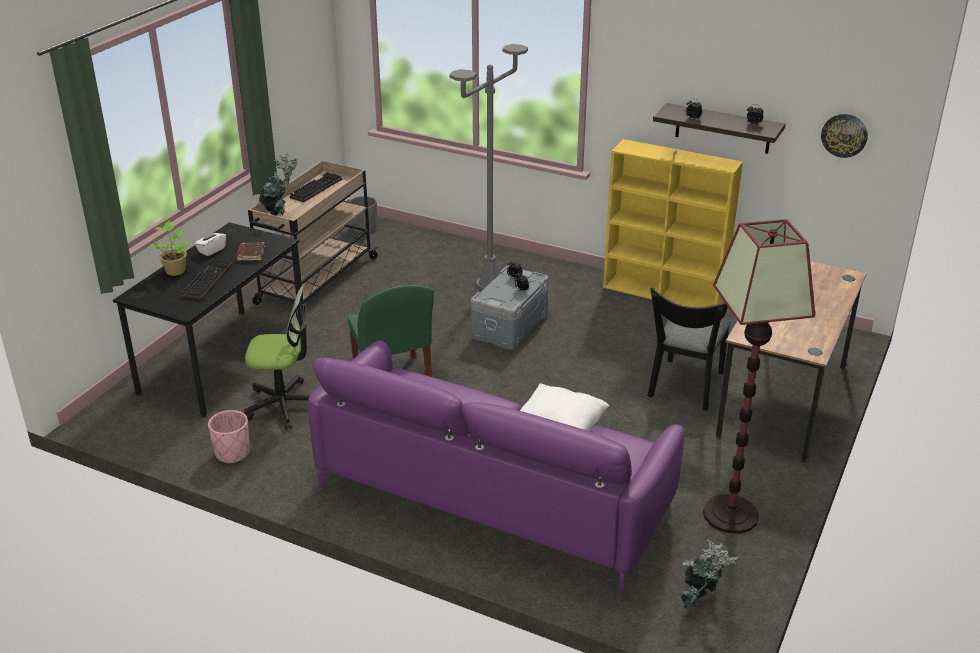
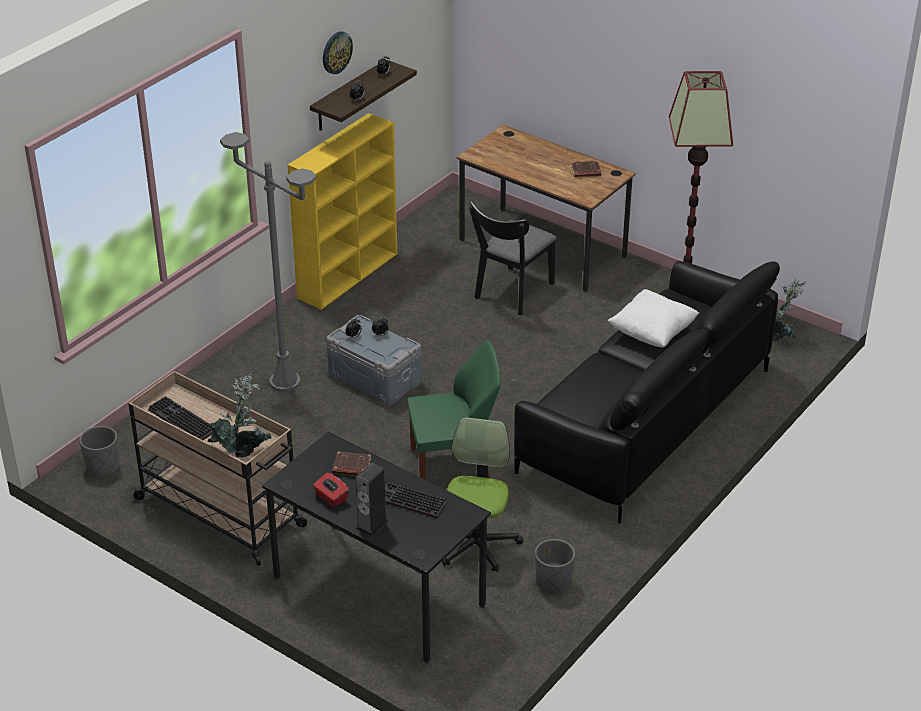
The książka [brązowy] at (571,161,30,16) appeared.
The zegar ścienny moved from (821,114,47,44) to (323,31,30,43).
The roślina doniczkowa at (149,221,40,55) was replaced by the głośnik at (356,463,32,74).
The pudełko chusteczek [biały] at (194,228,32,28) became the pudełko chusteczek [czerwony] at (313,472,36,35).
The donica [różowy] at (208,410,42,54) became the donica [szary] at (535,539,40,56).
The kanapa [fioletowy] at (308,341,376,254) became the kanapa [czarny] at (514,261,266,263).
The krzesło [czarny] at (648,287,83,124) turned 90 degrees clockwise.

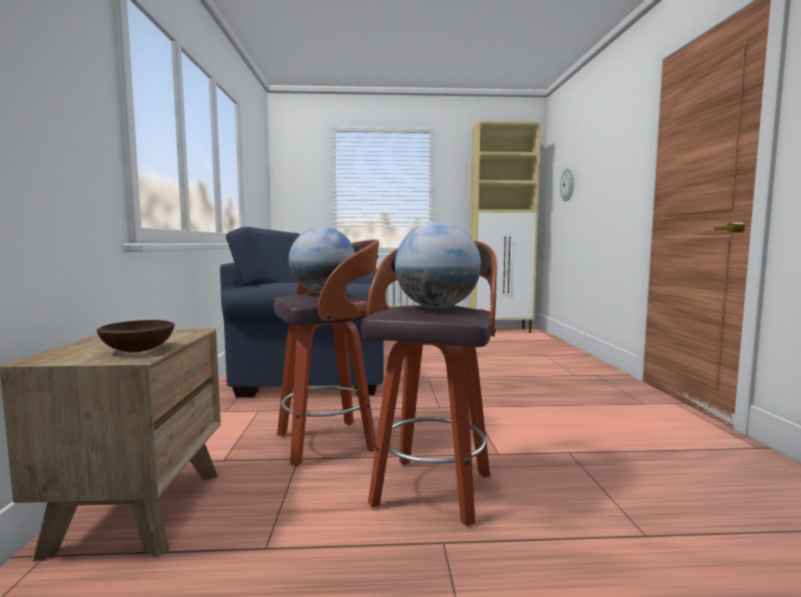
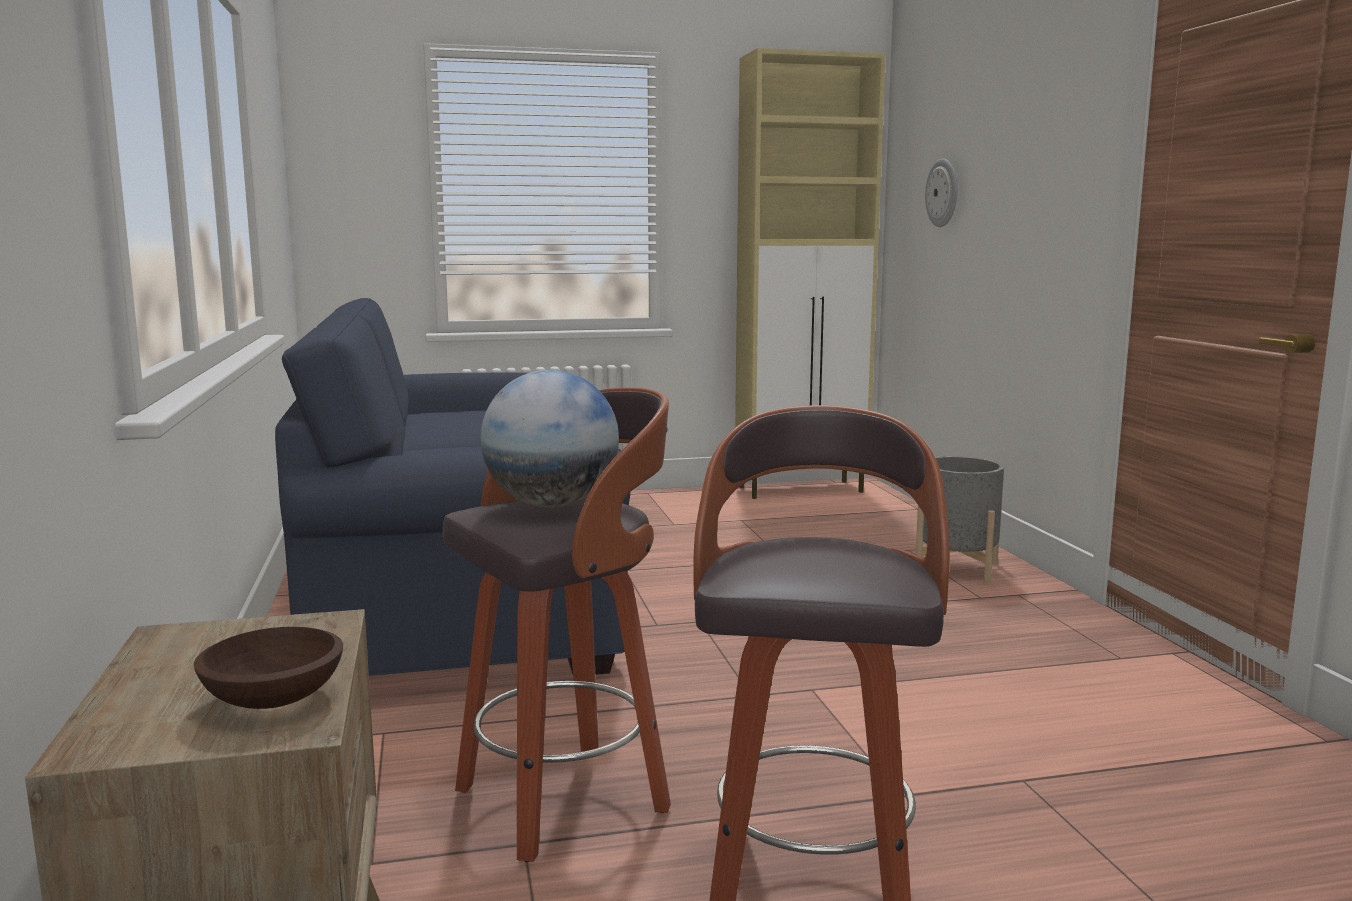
The globus at (395,222,86,86) disappeared.
The donica [szary] at (915,456,89,128) appeared.

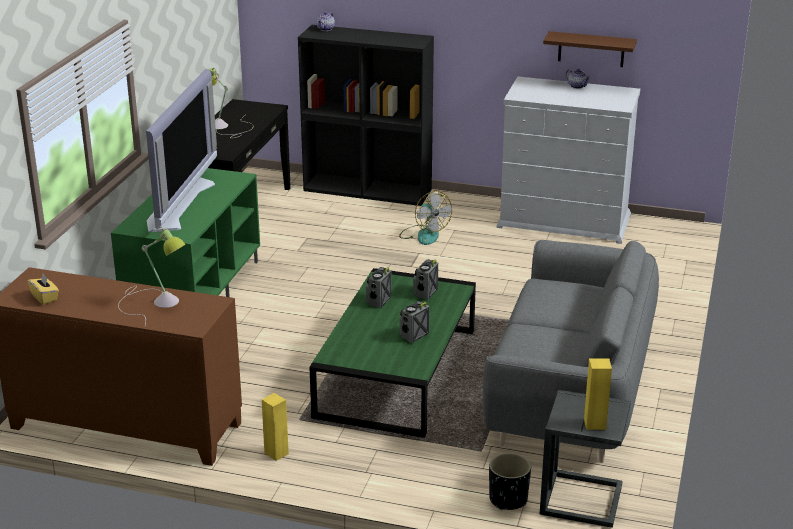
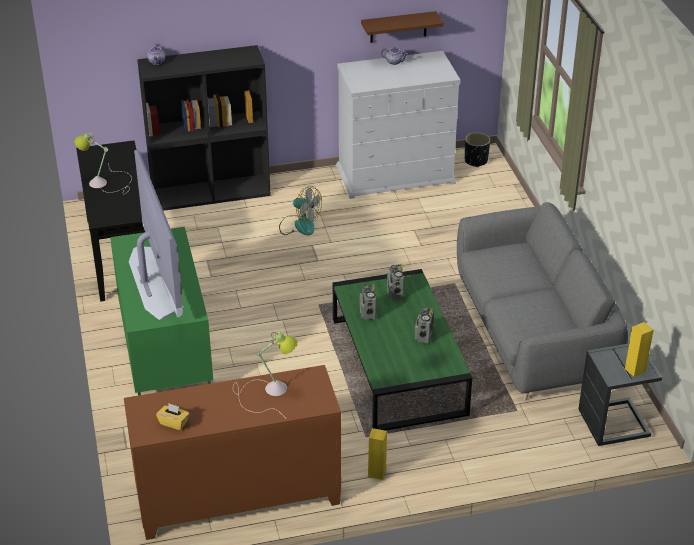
The donica [czarny] moved from (489,453,42,57) to (465,133,25,34).

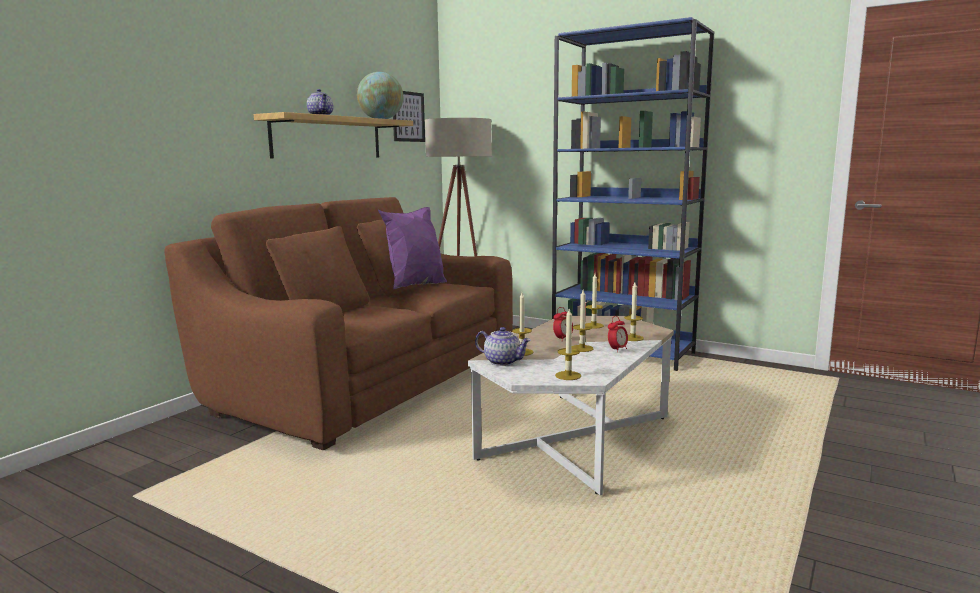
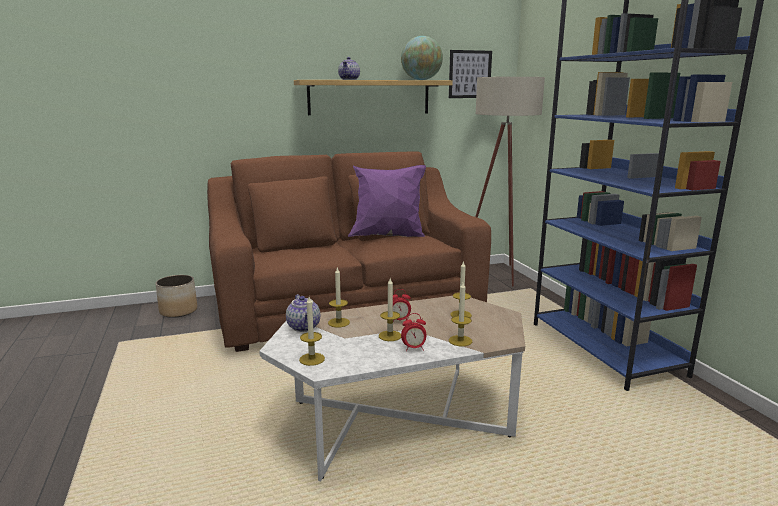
The donica at (155,275,42,43) appeared.

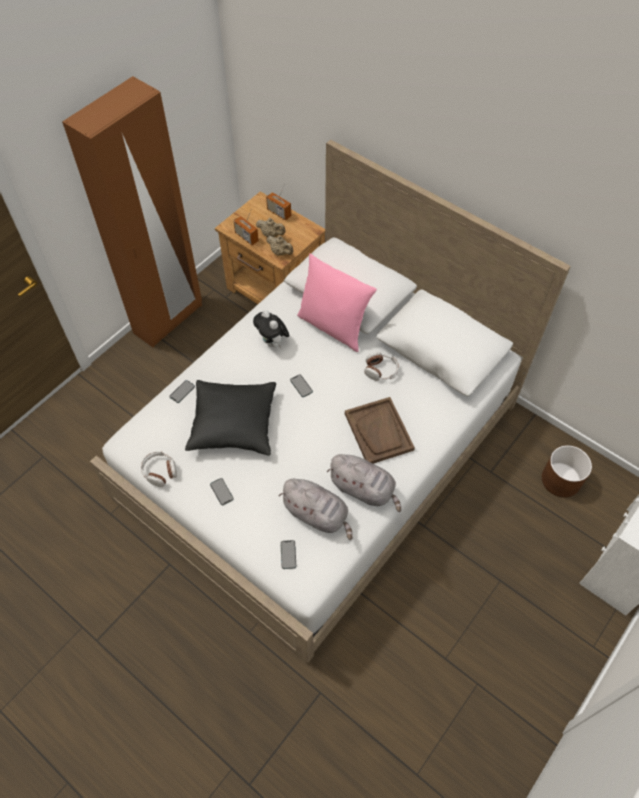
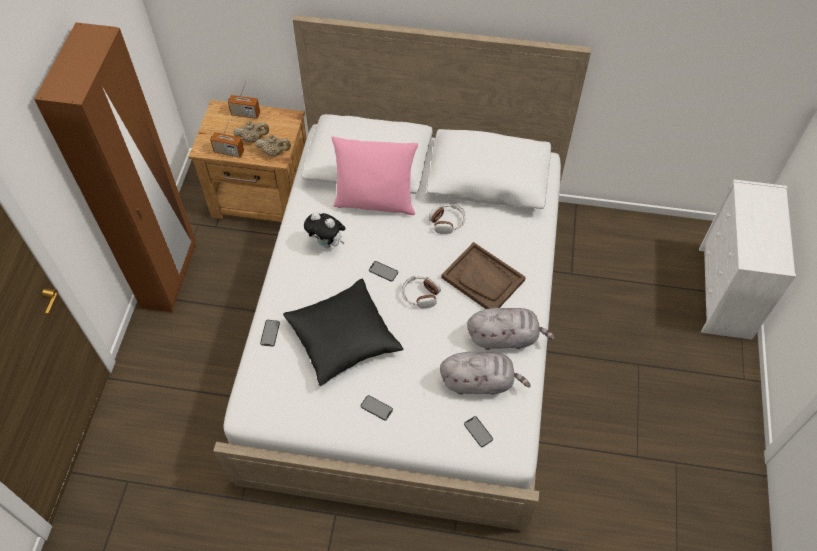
The donica [brązowy] at (542,445,50,52) disappeared.
The słuchawki moved from (141,451,36,36) to (402,276,39,32).

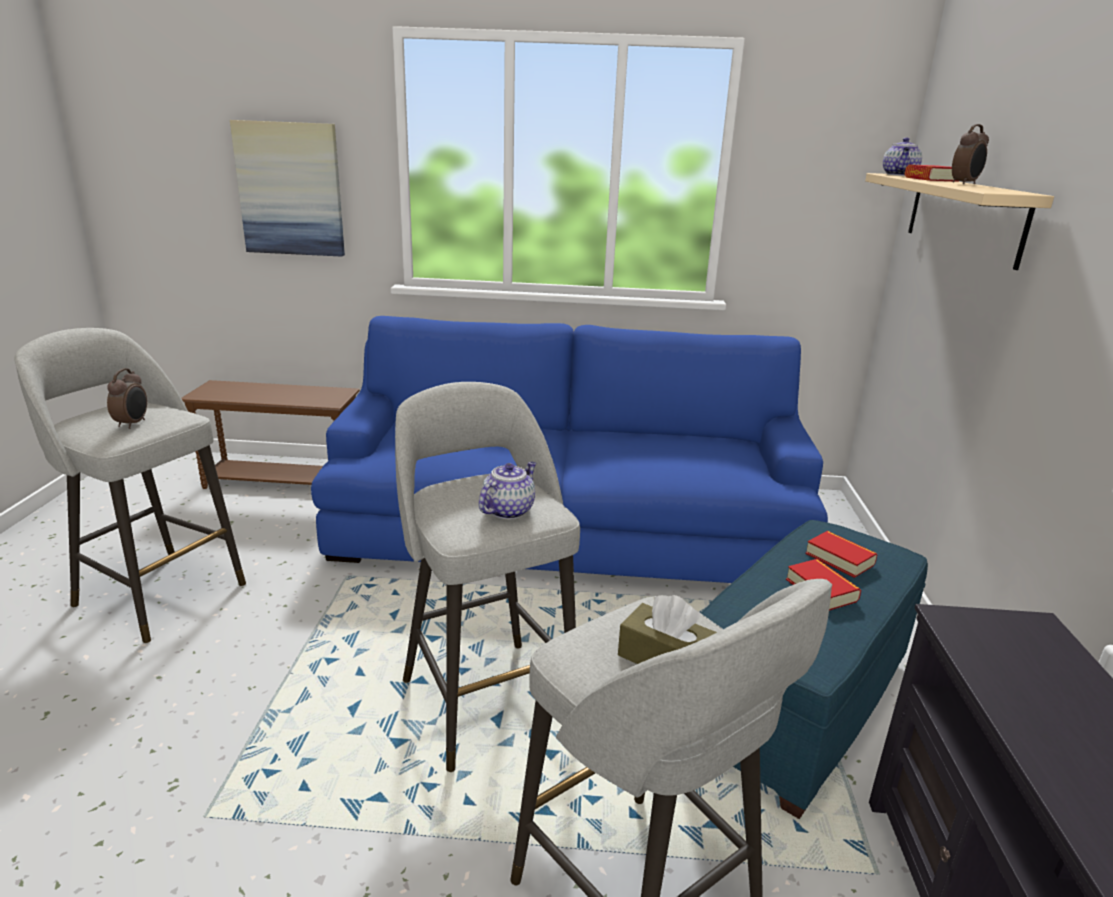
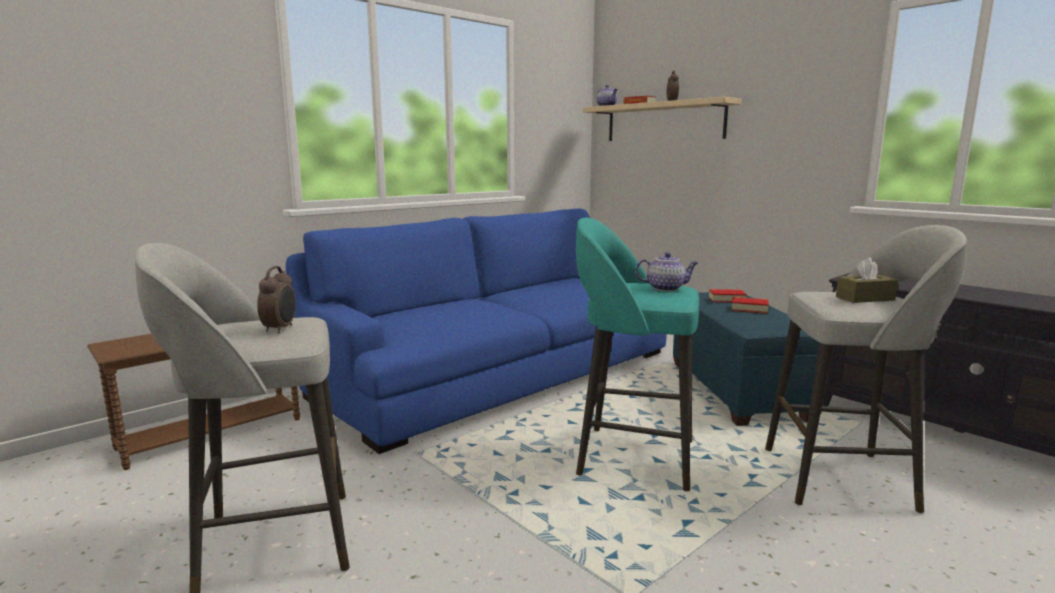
The obraz at (230,120,115,137) disappeared.
The stołek [szary] at (395,382,185,390) became the stołek [turkusowy] at (576,218,123,273).
The budzik at (107,368,40,61) turned 45 degrees clockwise.
The imbryk at (479,462,57,57) turned 105 degrees clockwise.

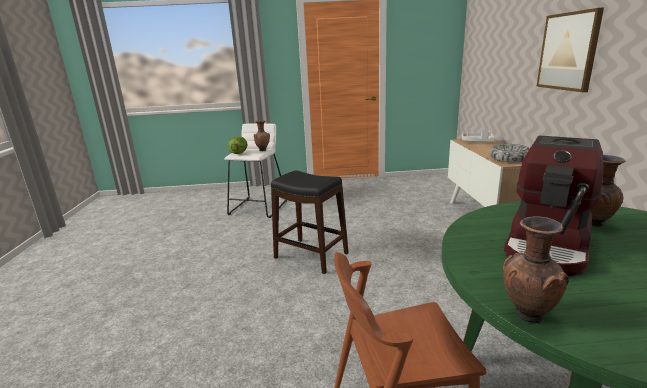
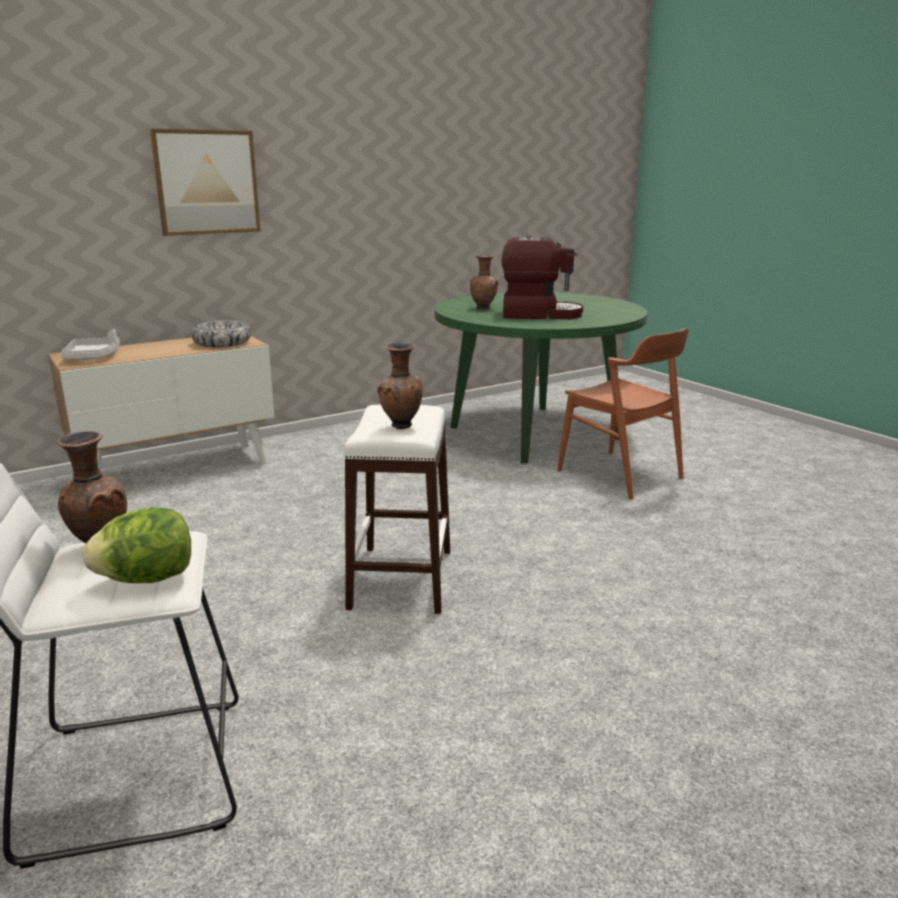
The wazon [brązowy] moved from (503,216,66,107) to (377,342,45,87).
The stołek [czarny] at (271,170,78,104) became the stołek [biały] at (344,404,106,210).

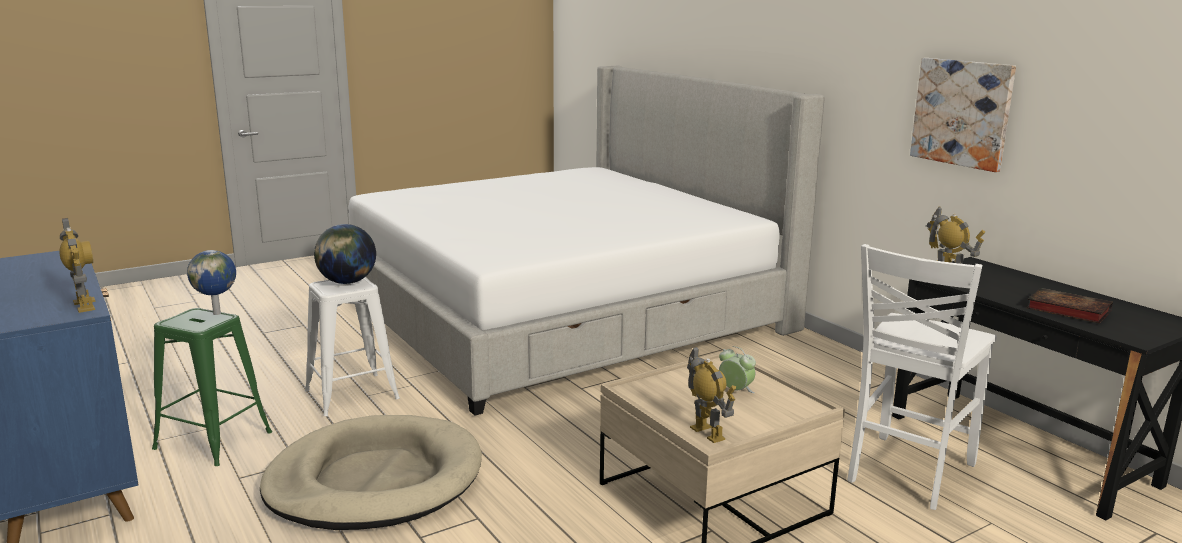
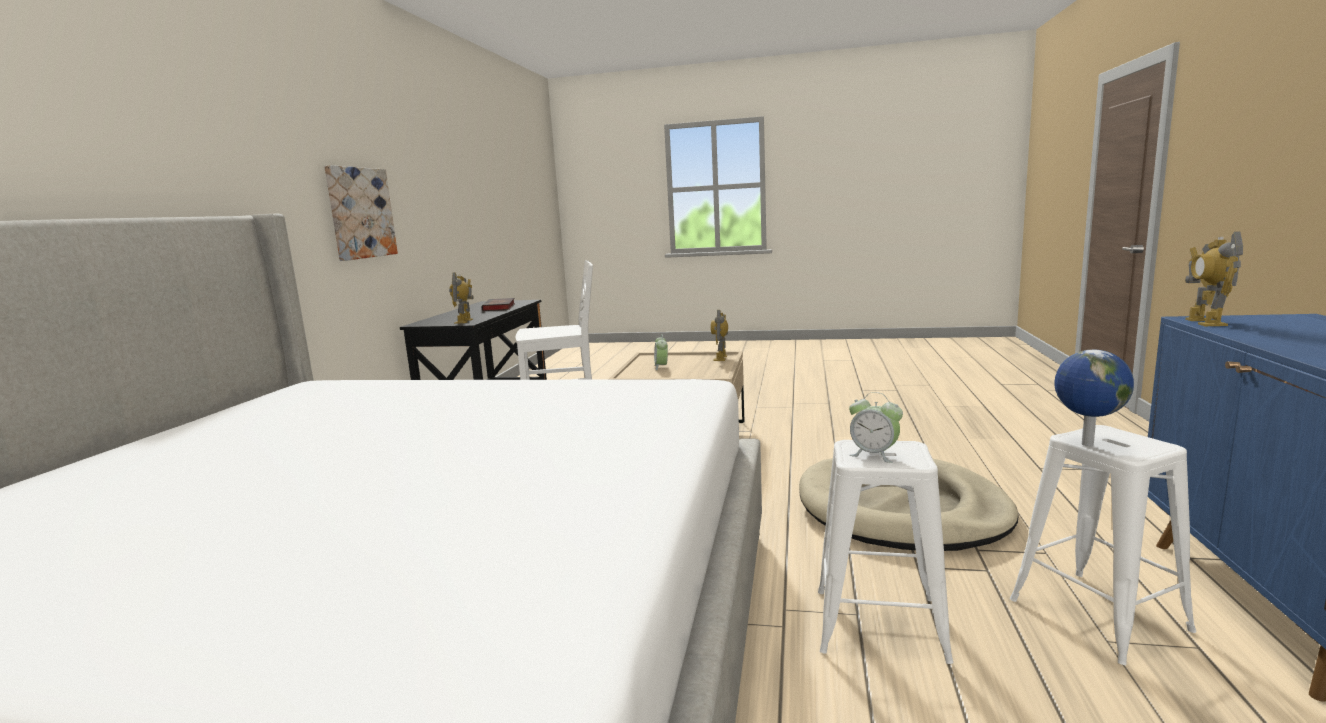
The globus at (314,224,62,60) was replaced by the budzik at (849,392,54,71).
The stołek [zielony] at (152,308,120,158) became the stołek [biały] at (1010,425,186,240).

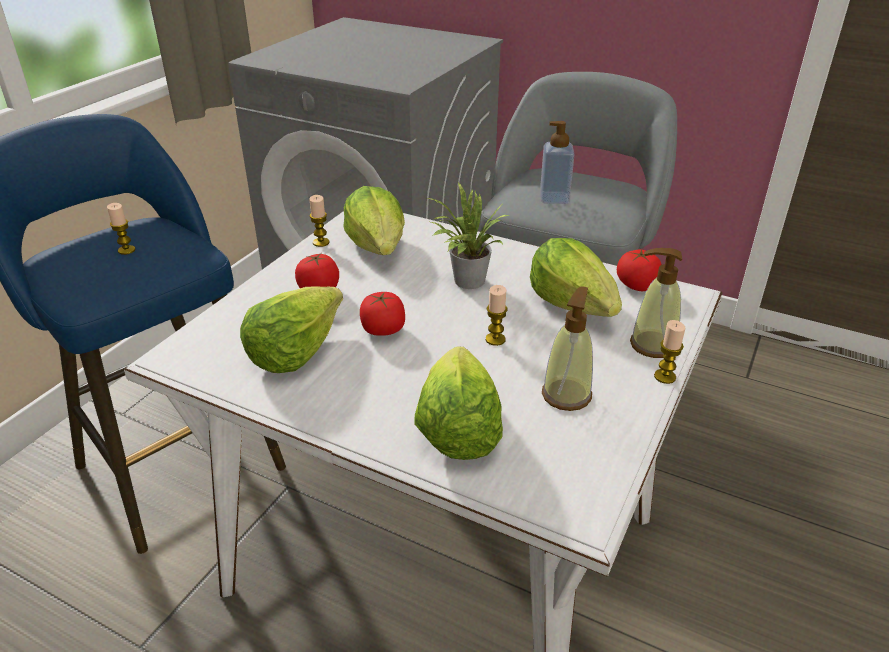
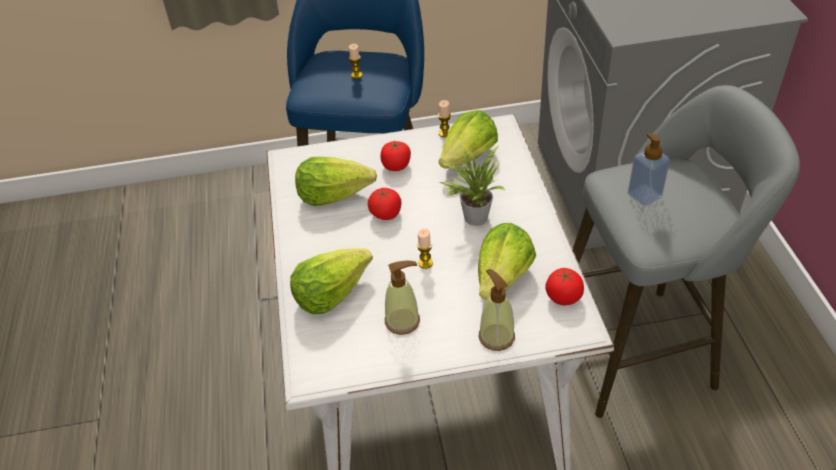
The świeca at (654,320,31,64) disappeared.

